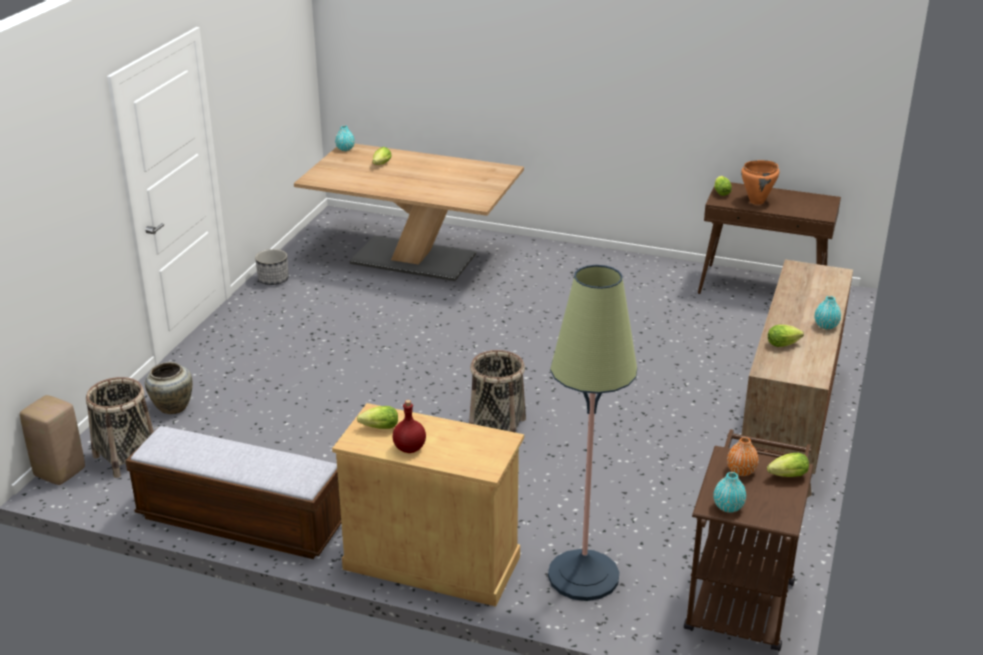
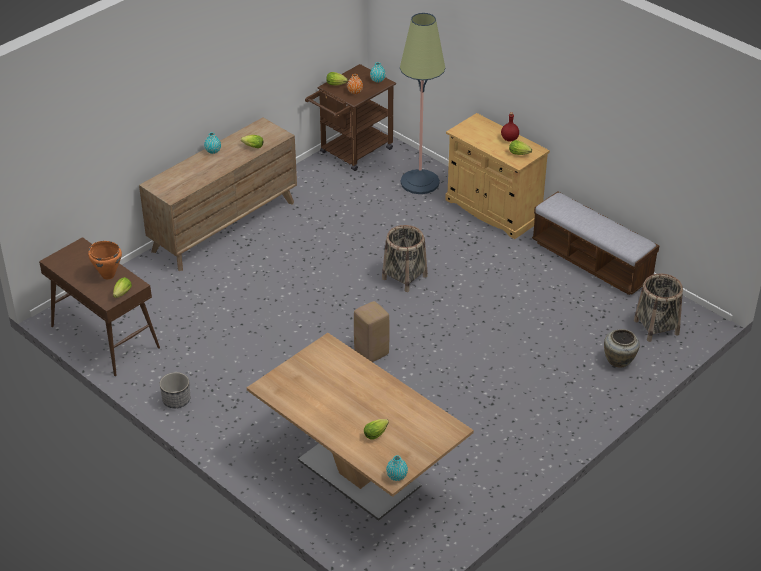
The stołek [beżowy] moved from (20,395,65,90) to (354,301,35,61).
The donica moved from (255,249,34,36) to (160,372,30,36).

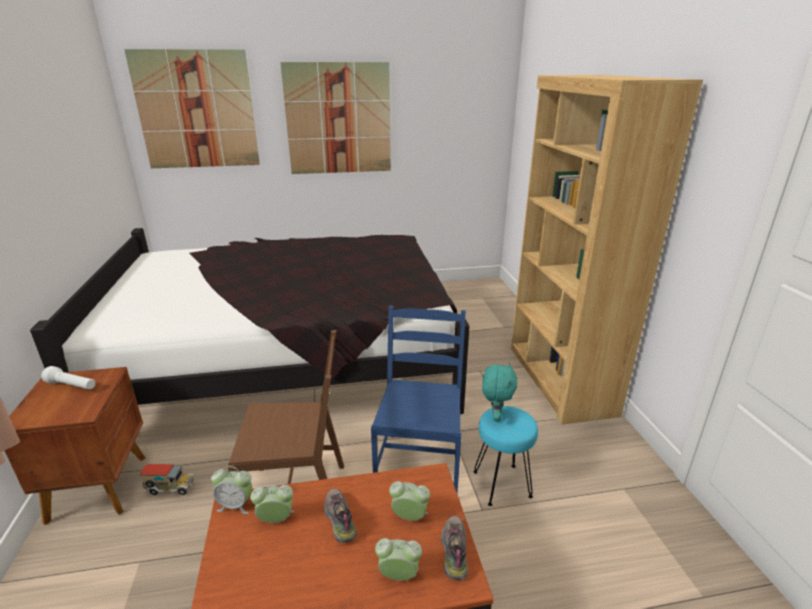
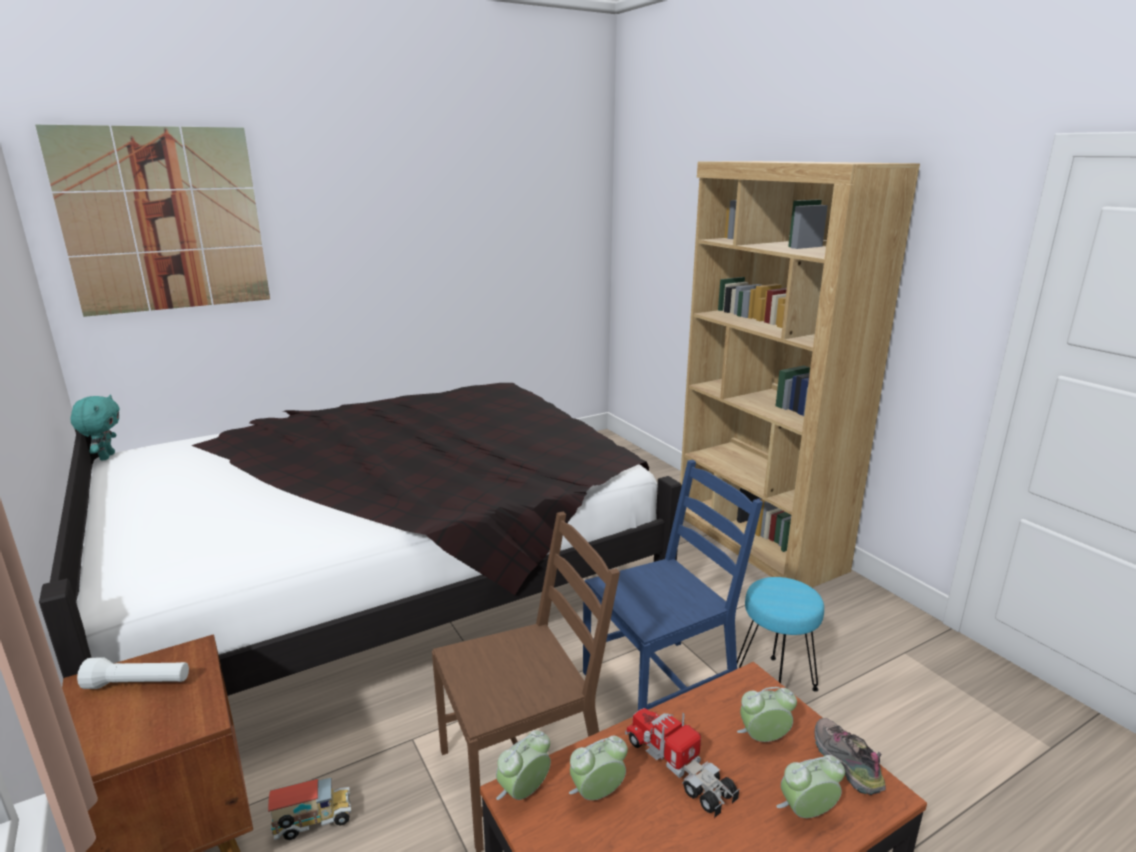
The obraz at (280,62,111,112) disappeared.
The pluszak [turkusowy] moved from (482,363,35,59) to (71,395,49,65).
The but at (324,488,33,55) was replaced by the ciężarówka zabawkowa at (625,708,115,110).
The budzik at (211,466,41,48) turned 150 degrees clockwise.
The krzesło [niebieski] at (371,305,95,189) turned 75 degrees clockwise.

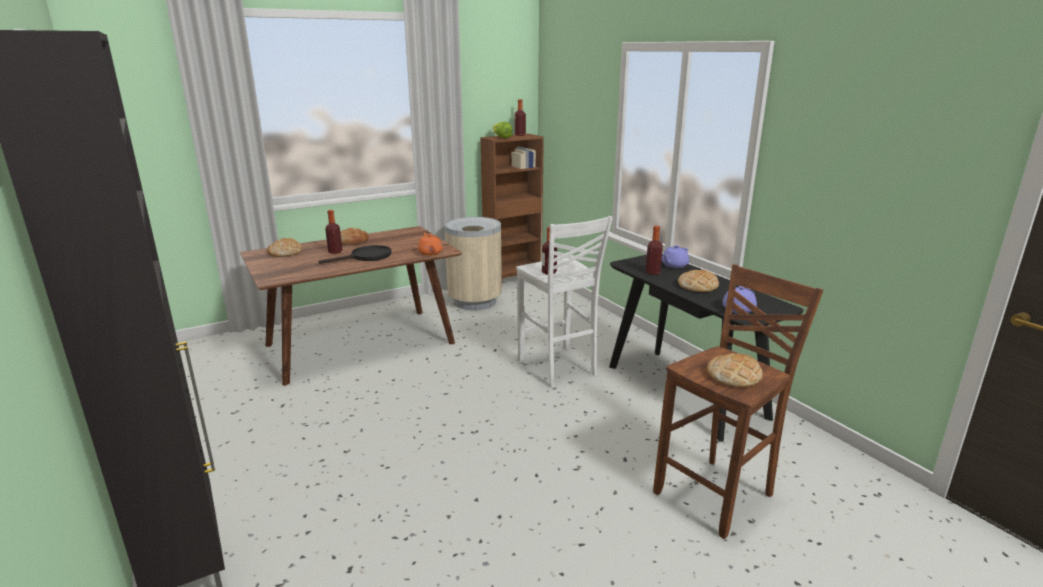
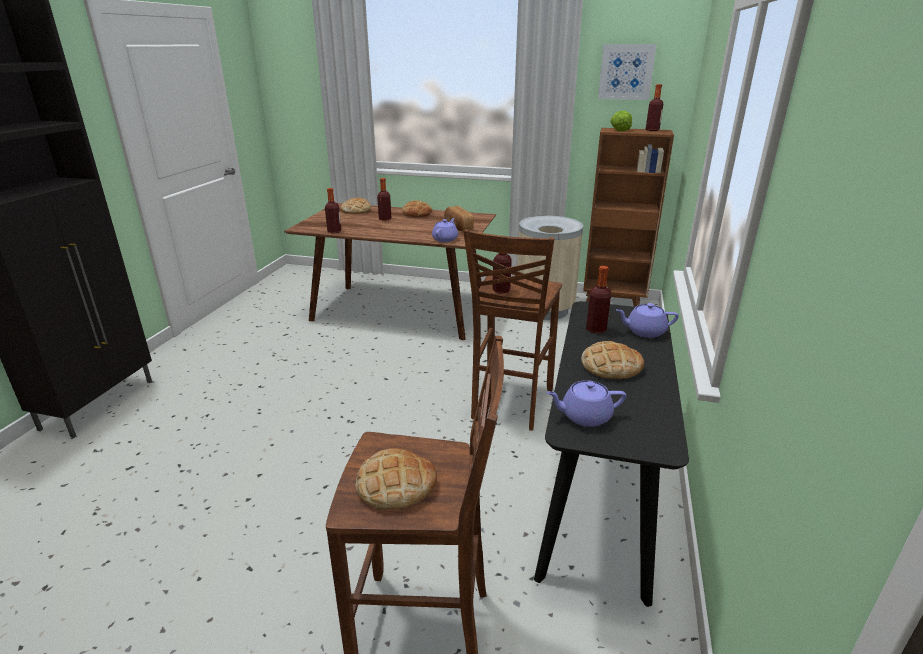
The patelnia [czarny] at (318,245,74,19) disappeared.
The butelka at (325,188,16,45) appeared.
The chleb at (444,206,30,25) appeared.
The obraz at (598,44,59,56) appeared.
The imbryk [pomarańczowy] at (418,233,25,23) became the imbryk [fioletowy] at (432,218,26,24).
The stołek [biały] at (516,216,97,171) became the stołek [brązowy] at (464,229,98,201).

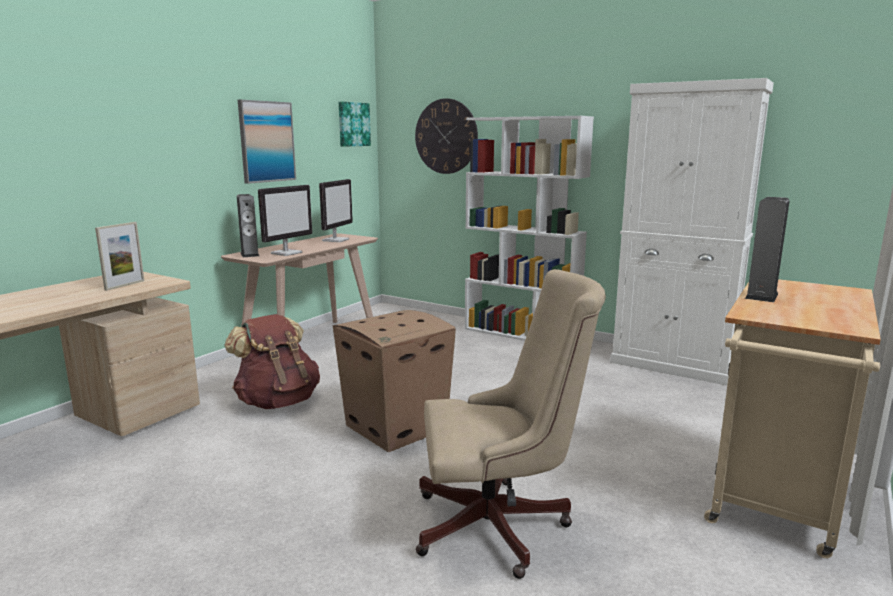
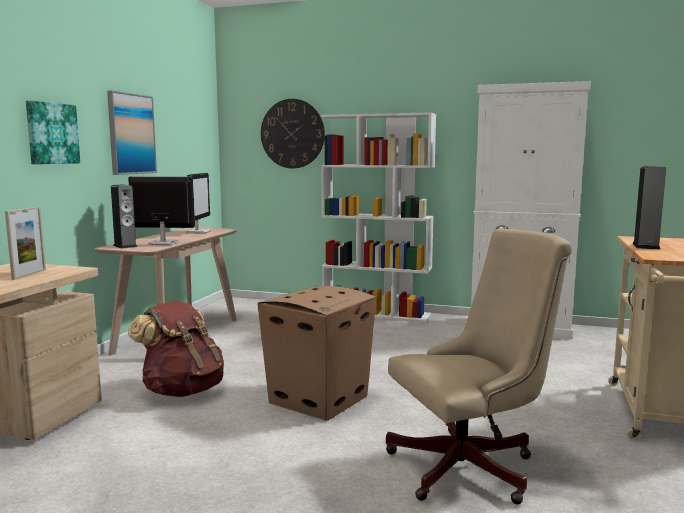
The obraz moved from (339,102,32,45) to (26,101,54,63).
The monitor at (258,185,54,71) turned 105 degrees counterclockwise.

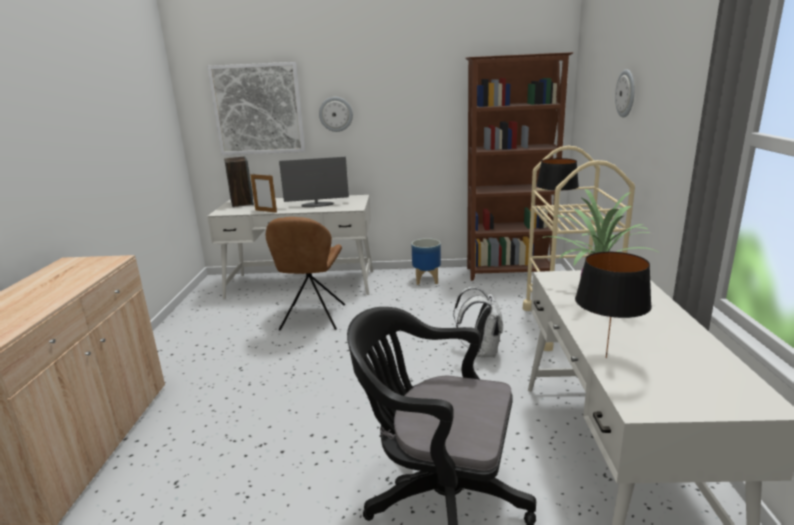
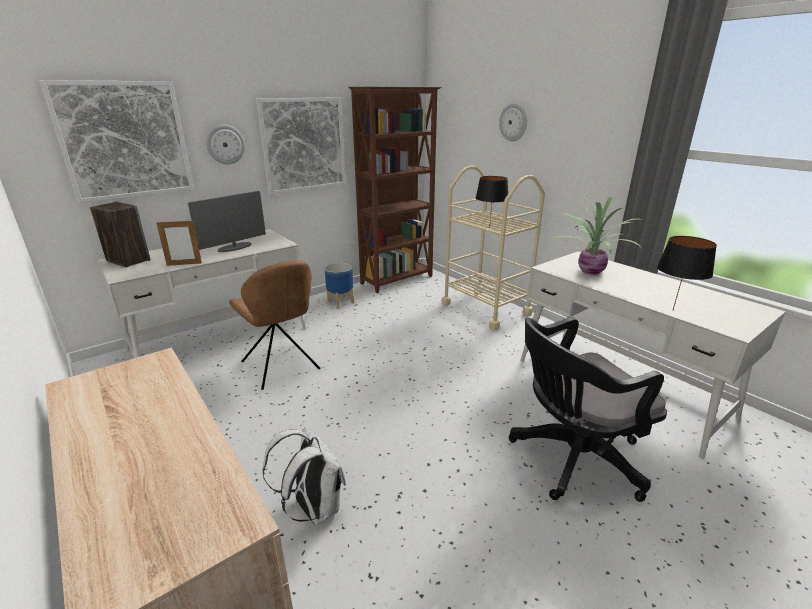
The obraz at (256,97,90,98) appeared.
The plecak [biały] moved from (453,287,50,71) to (262,426,84,99).

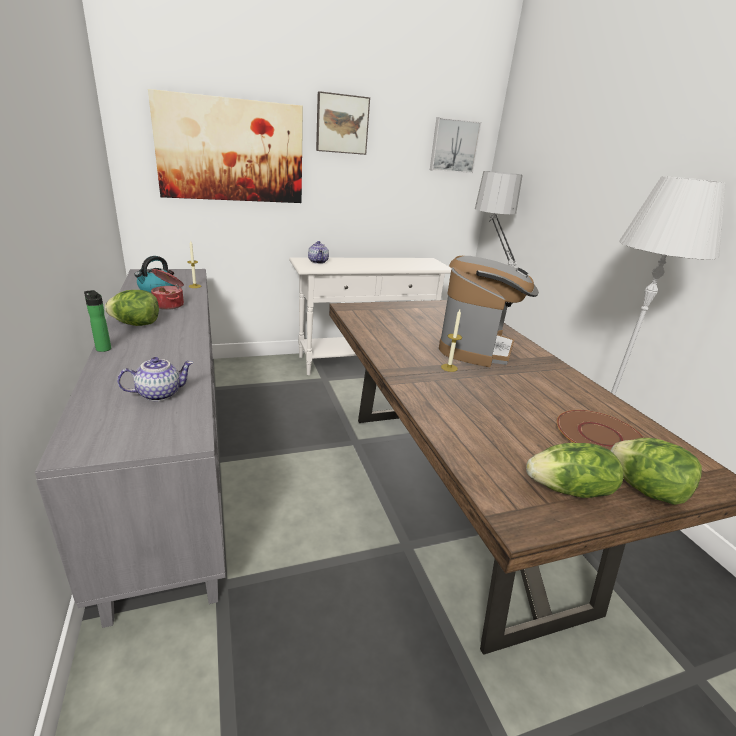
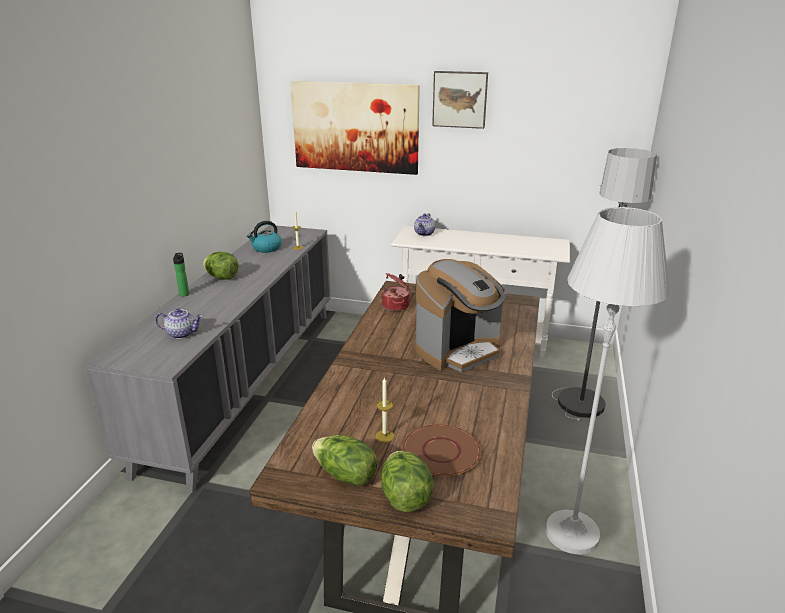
The obraz at (430,117,52,56) disappeared.
The garnek moved from (151,269,33,41) to (381,273,30,38).
The świeca moved from (441,309,21,63) to (376,377,18,65).

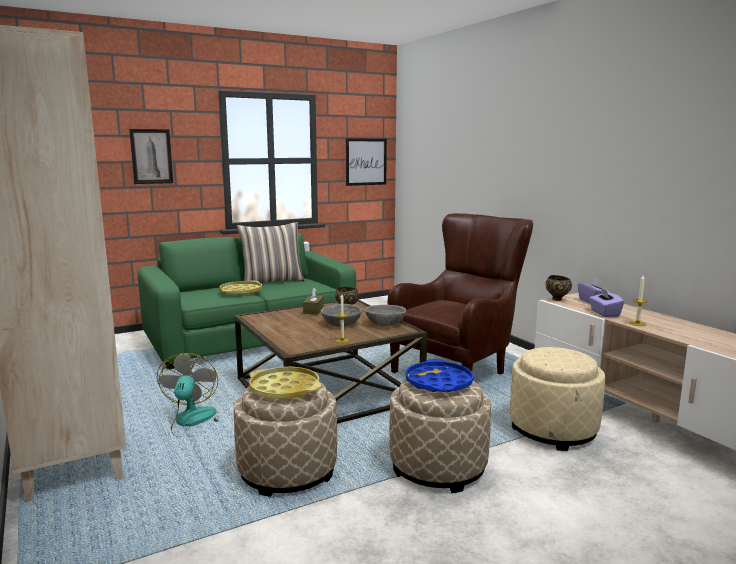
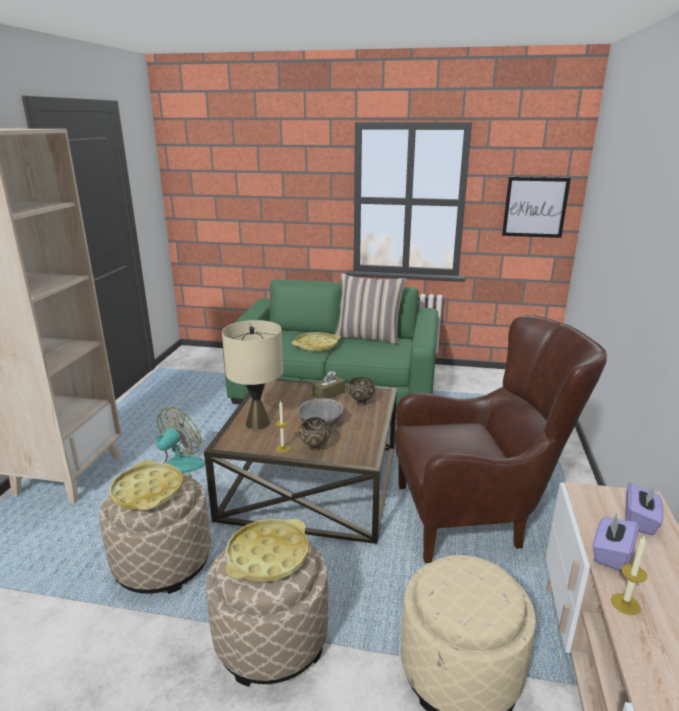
The obraz at (129,129,44,55) disappeared.
The miska [szary] at (366,305,40,21) disappeared.
The lampa stołowa [beżowy] at (222,320,61,110) appeared.
The miska [brązowy] moved from (546,275,26,26) to (299,417,31,34).
The taca [niebieski] at (406,359,68,33) became the taca [żółty] at (226,519,83,63).

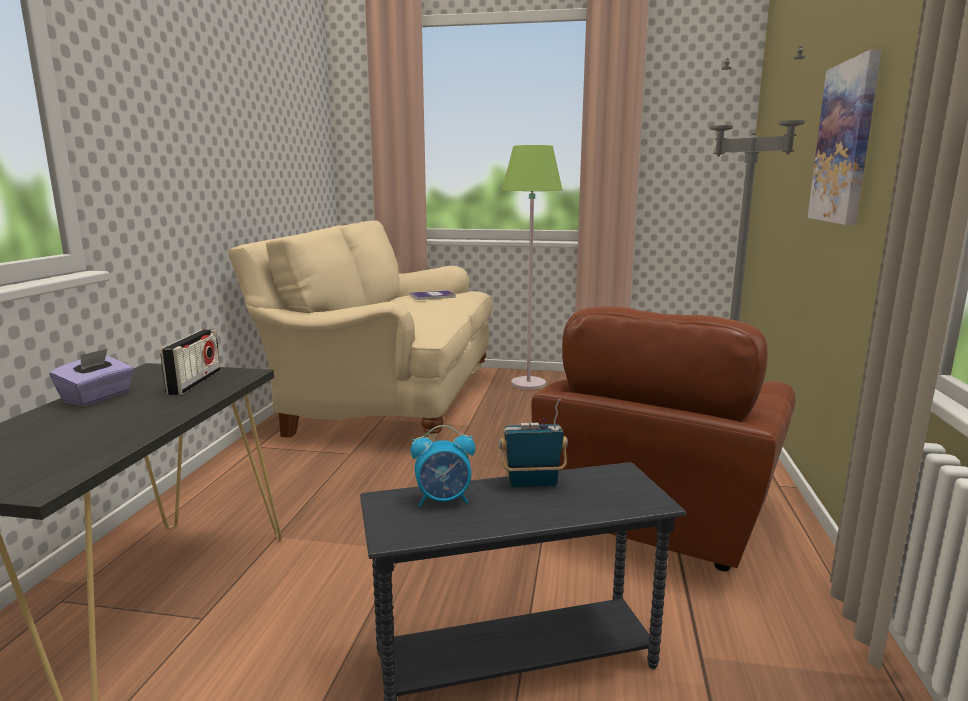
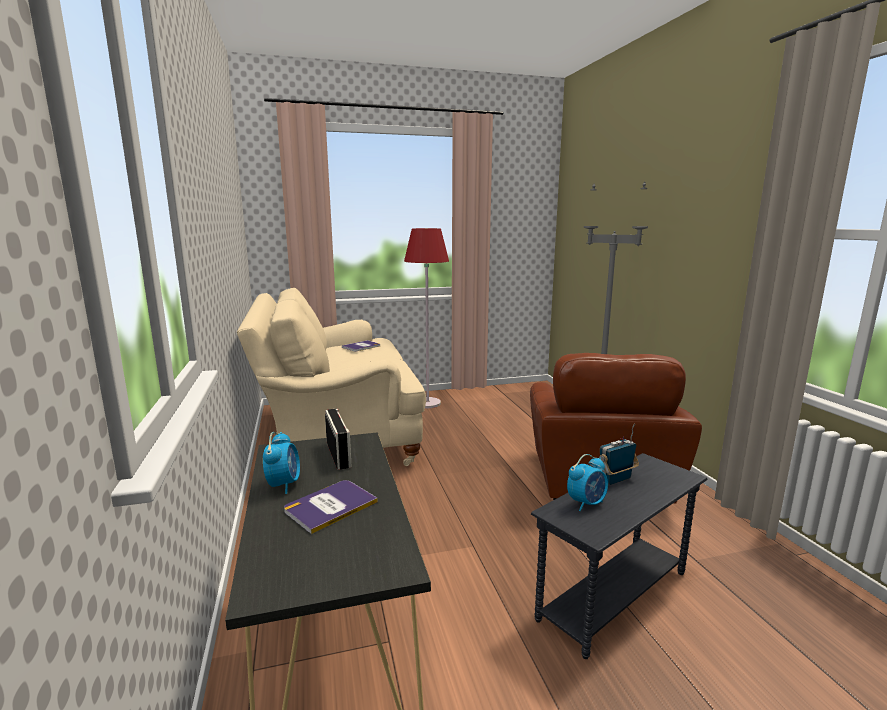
The obraz at (807,49,75,176) disappeared.
The książka at (284,480,94,54) appeared.
The pudełko chusteczek [fioletowy] at (50,348,84,58) was replaced by the budzik at (263,432,37,62).
The lampa stojąca [zielony] at (502,145,61,245) became the lampa stojąca [czerwony] at (404,228,45,180).

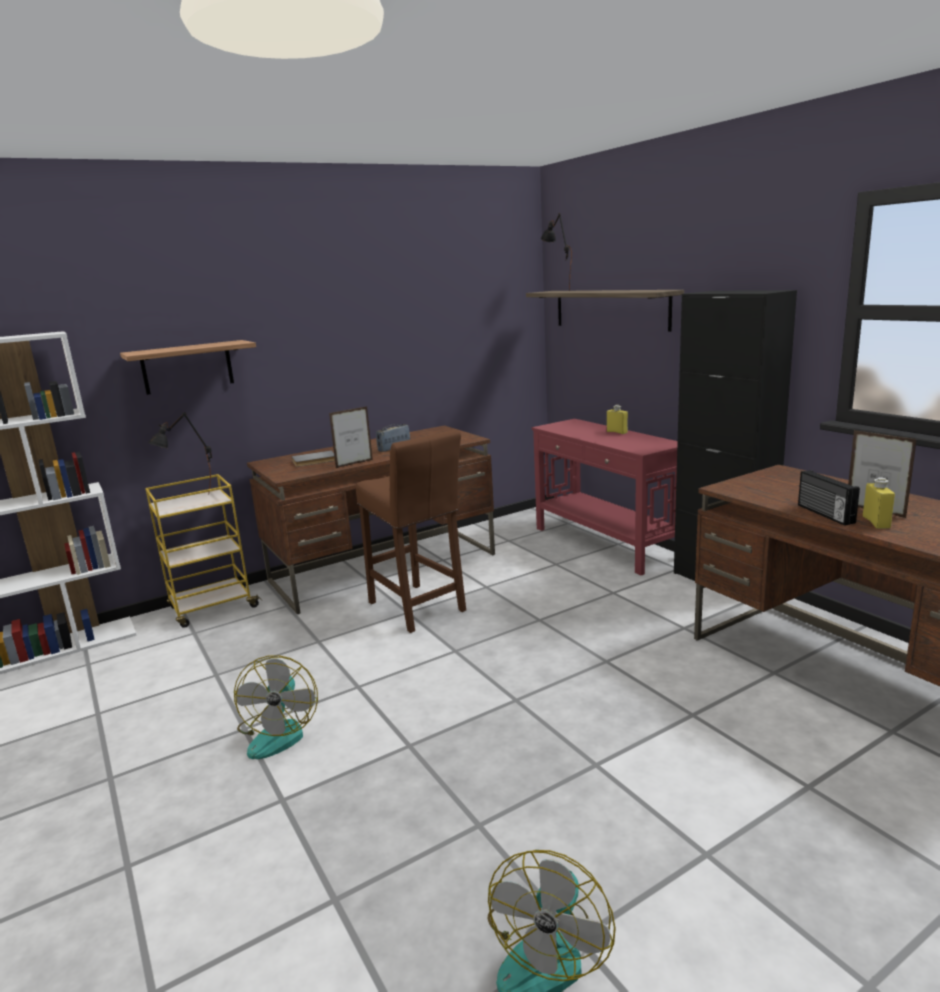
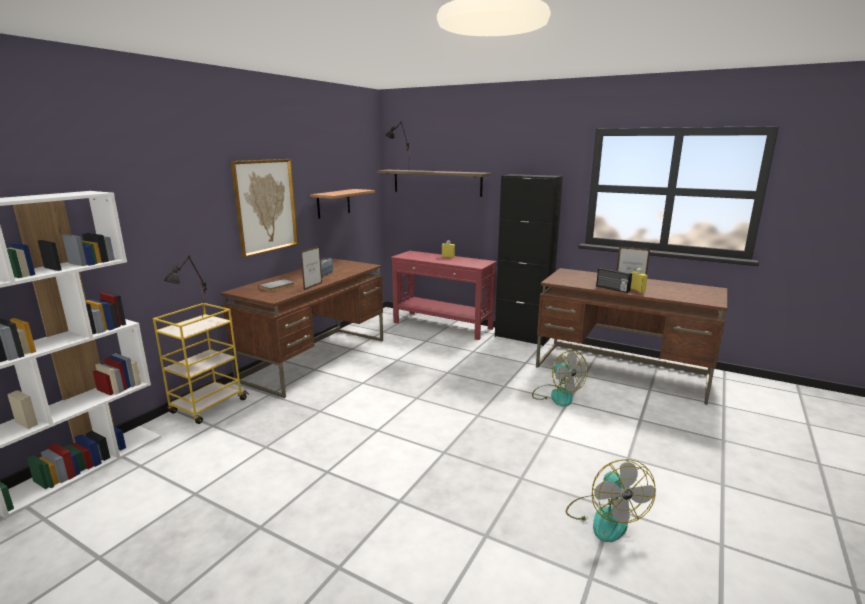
The stołek [brązowy] at (356,429,110,204) disappeared.
The obraz at (231,159,67,98) appeared.
The półka moved from (120,340,136,55) to (310,189,65,30).
The wentylator moved from (234,655,84,104) to (532,350,56,57).

